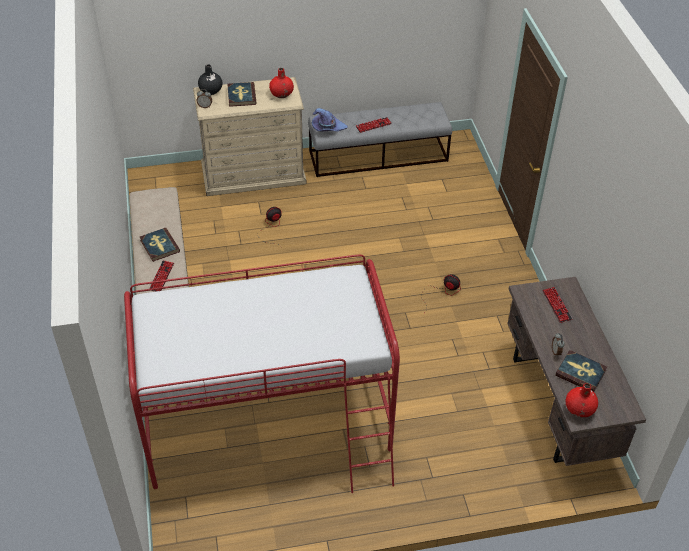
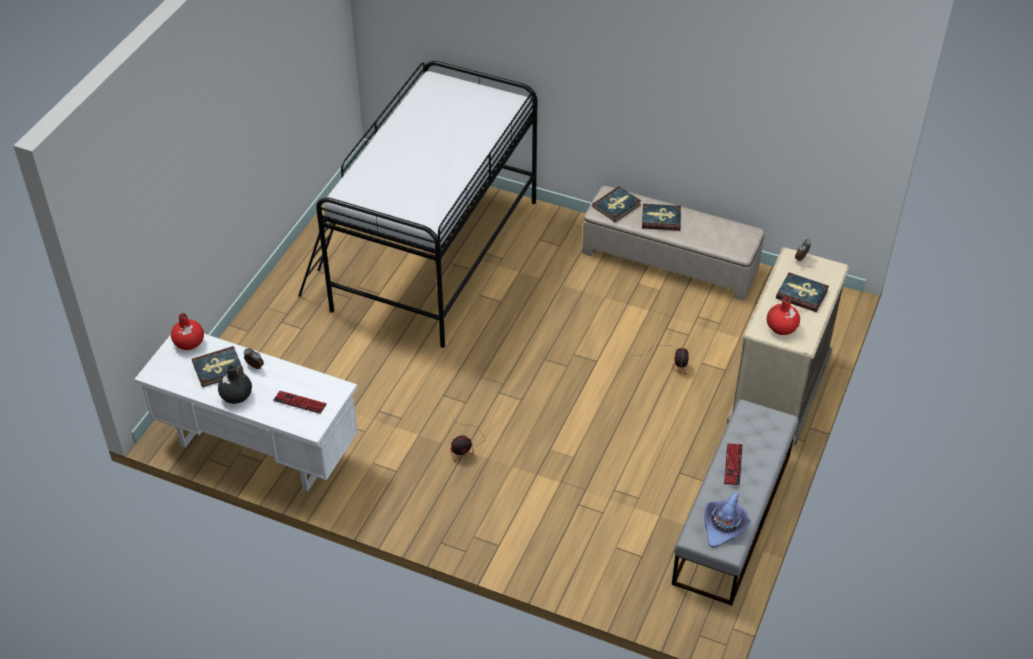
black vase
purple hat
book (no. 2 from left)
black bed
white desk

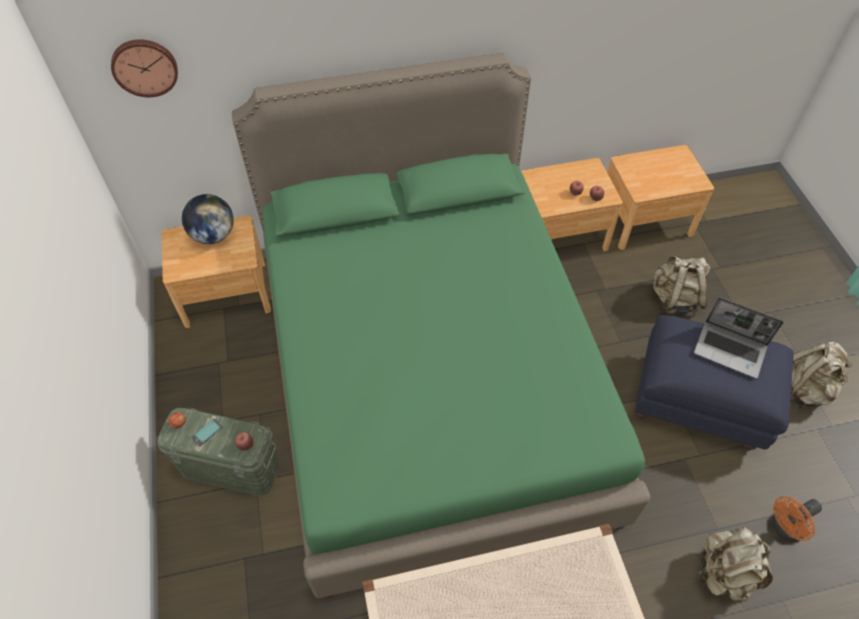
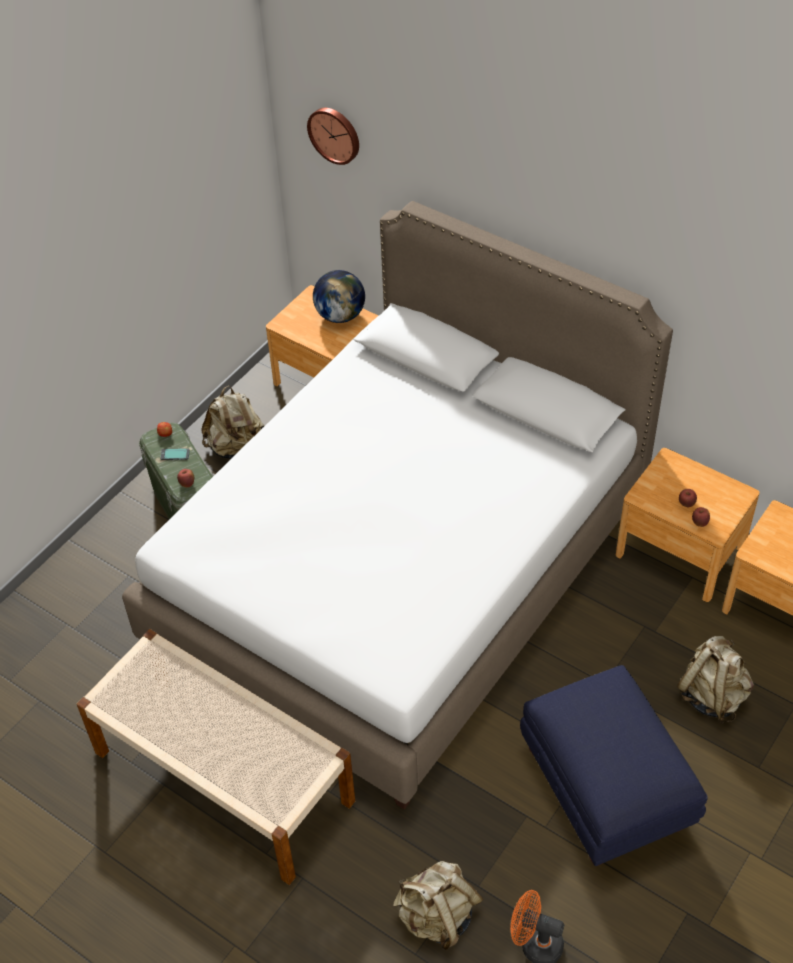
laptop
beige backpack (no. 1 from left)
white bed

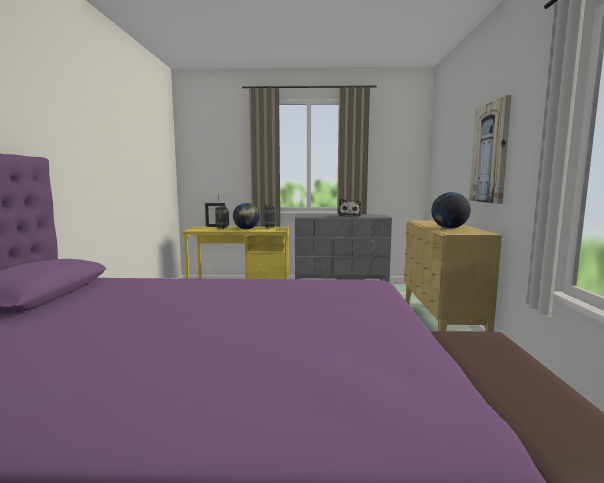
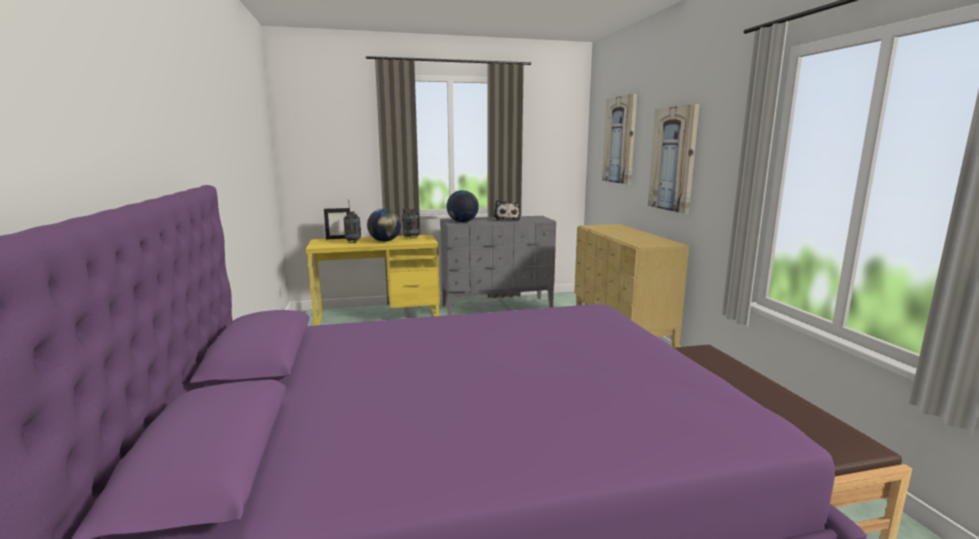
picture (no. 1 from left)
globe (no. 2 from left)

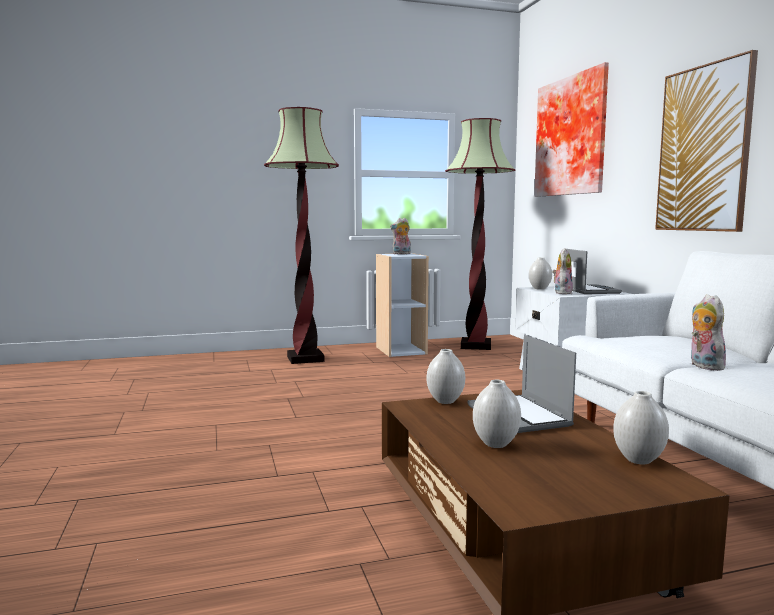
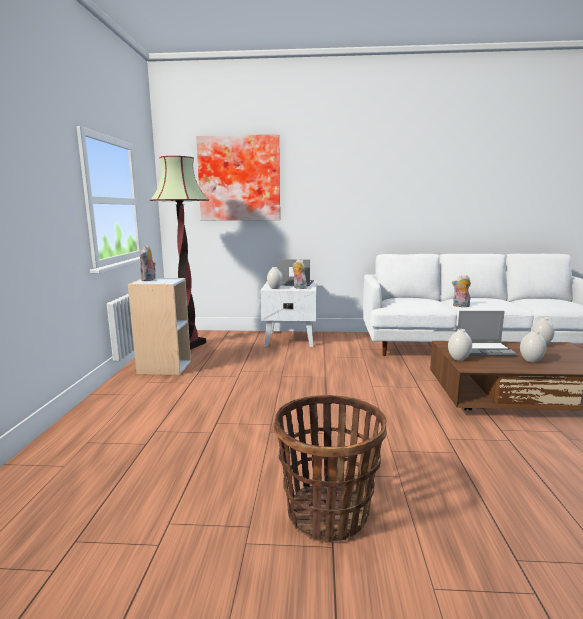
floor lamp (no. 1 from left in the first image)
picture (no. 2 from left in the first image)
basket

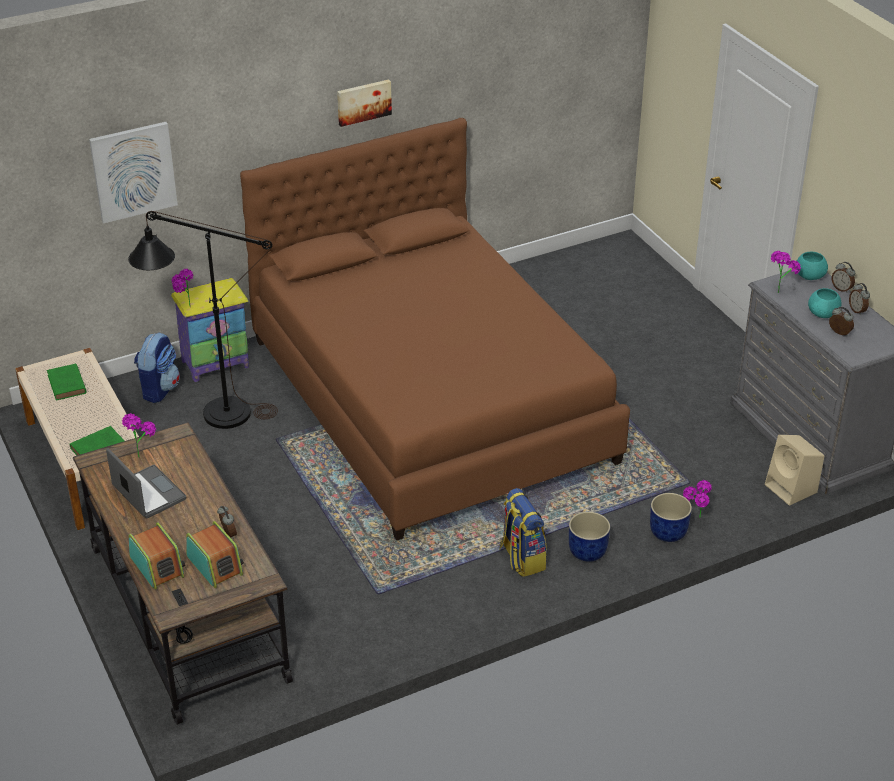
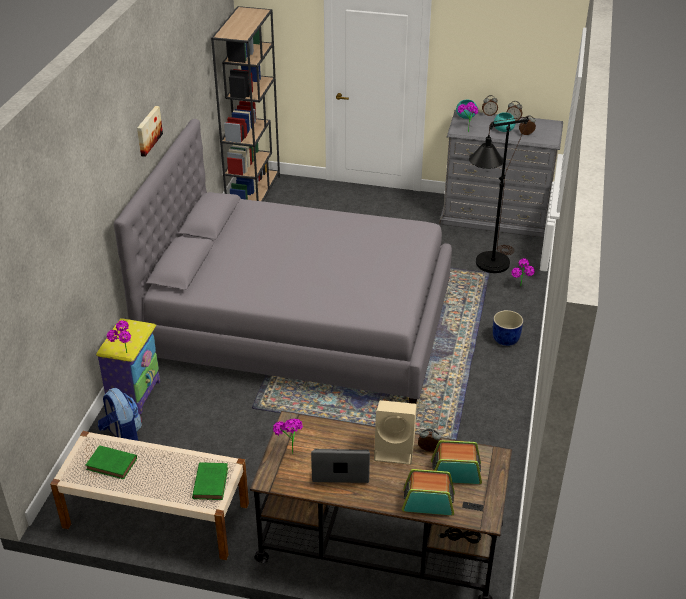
picture (no. 1 from left in the first image)
backpack (no. 2 from left in the first image)
blue planter (no. 2 from left in the first image)
bookcase
black floor lamp
beige speaker
grey bed

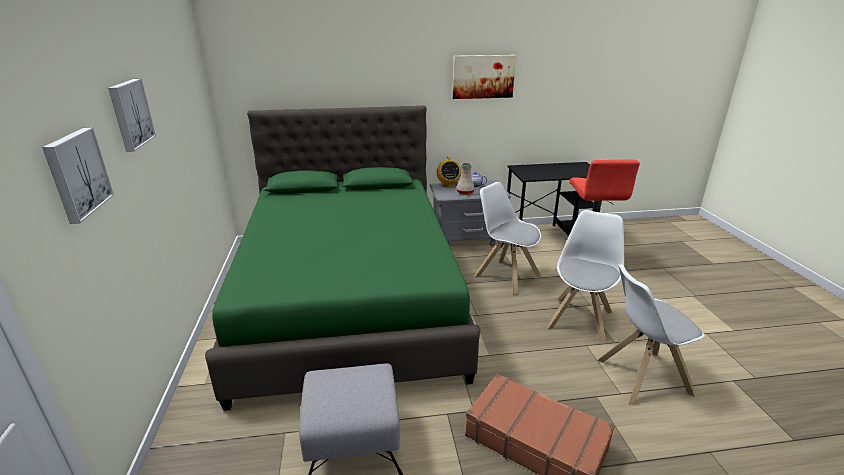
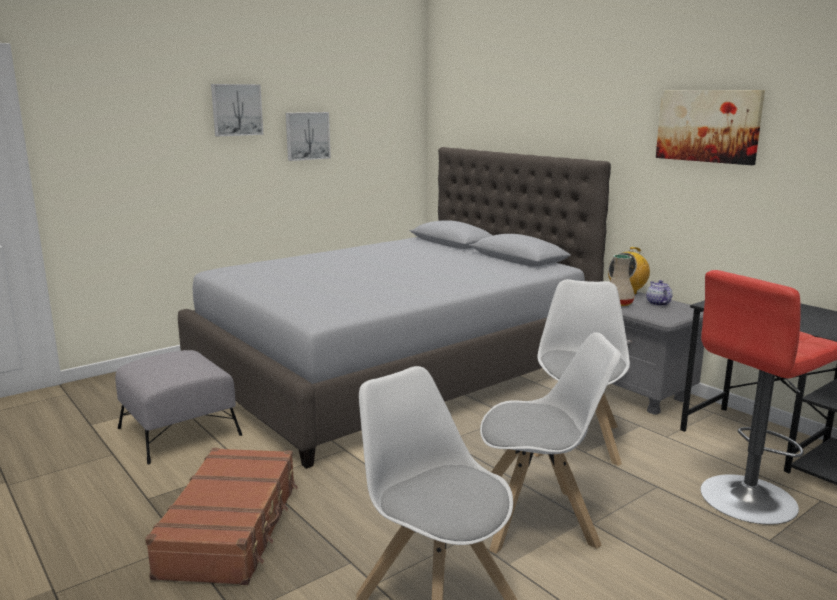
picture (no. 2 from left)
grey bed

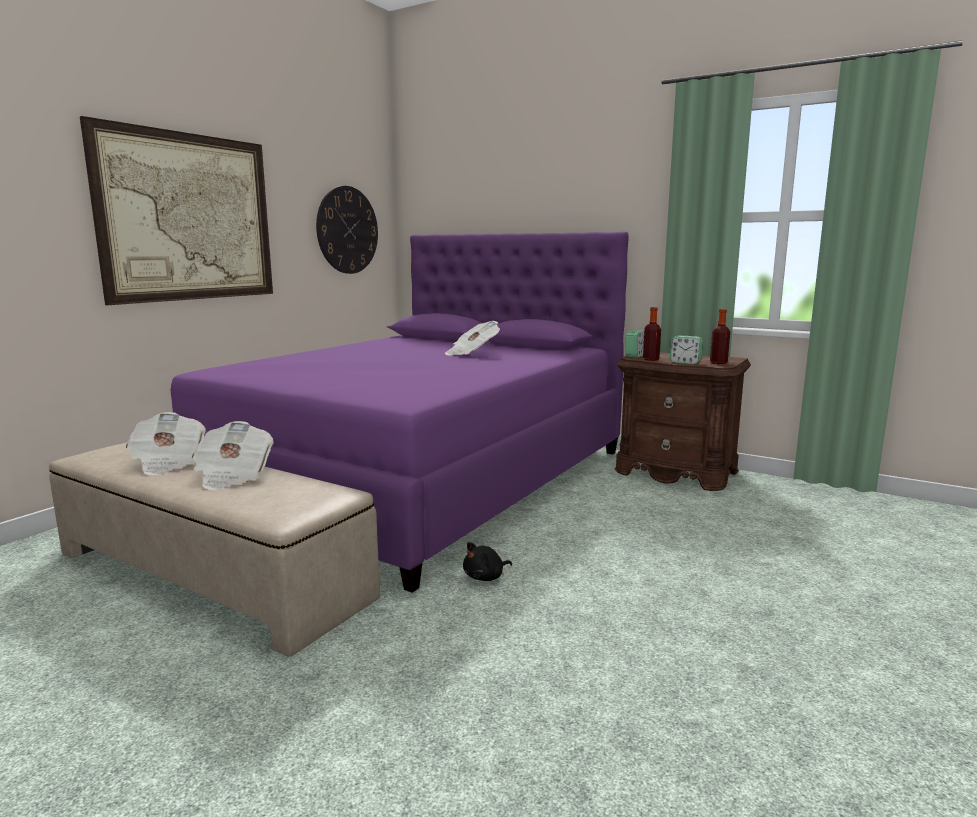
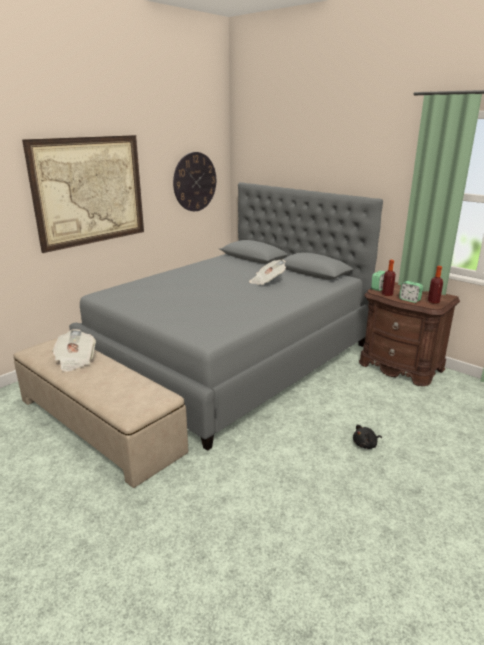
newspaper (no. 2 from left in the first image)
black plush toy
grey bed

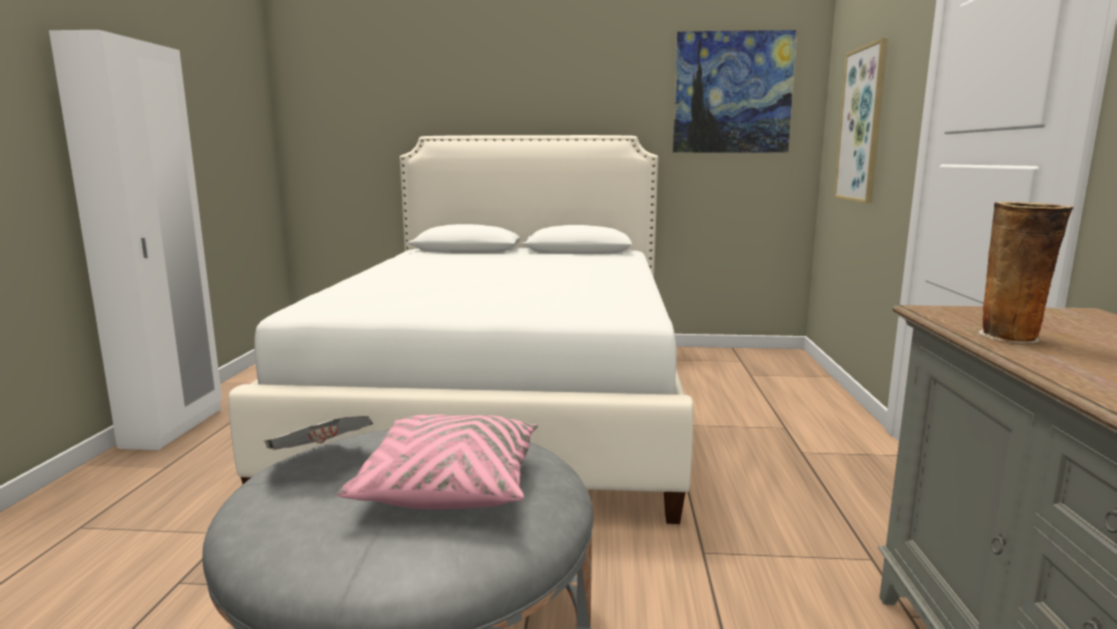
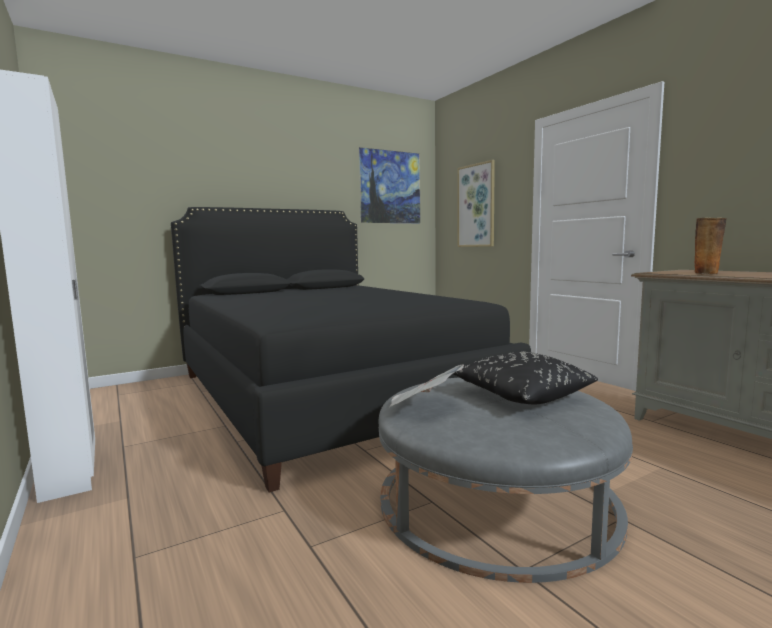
black bed
black pillow

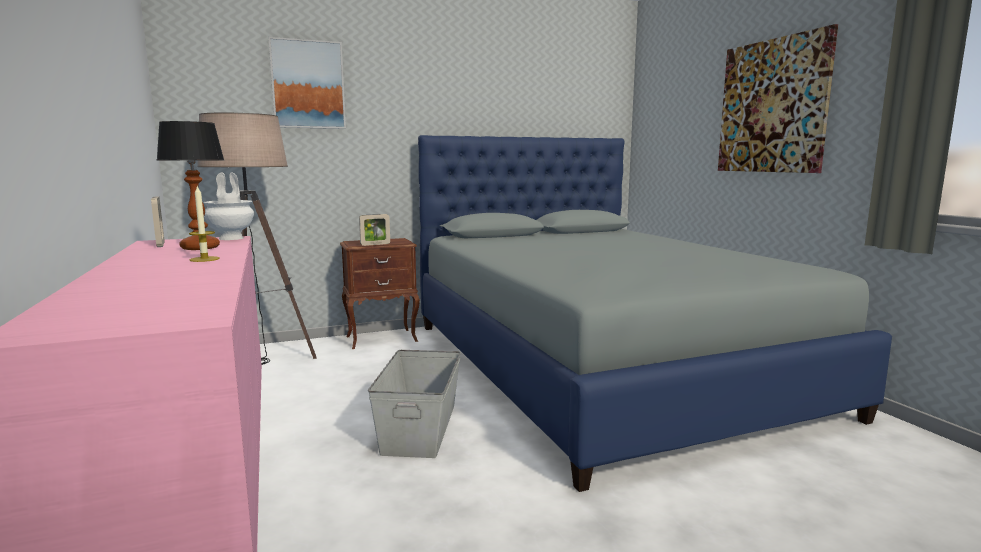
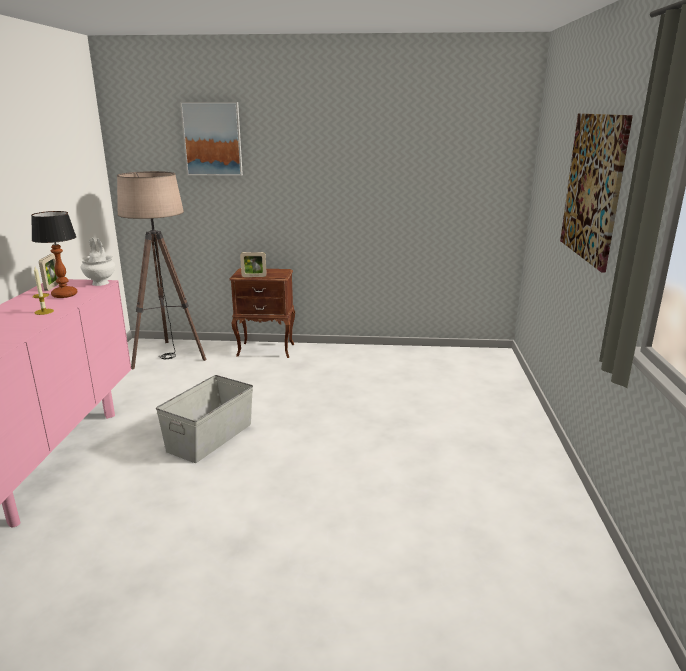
grey bed

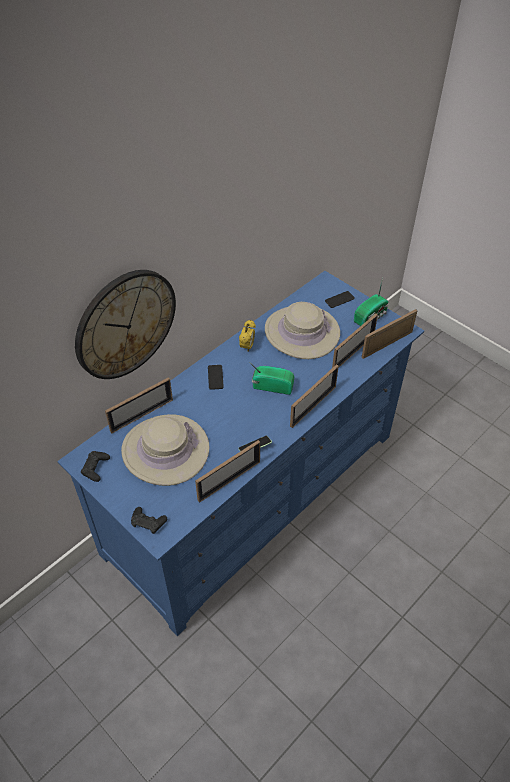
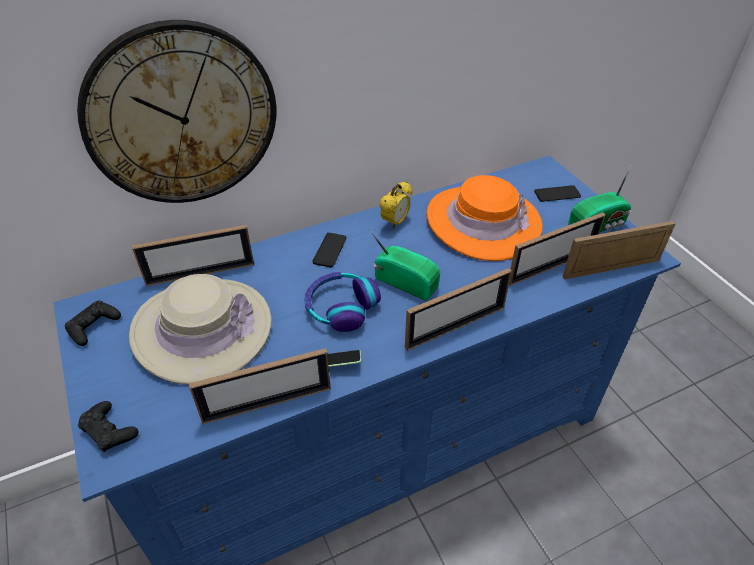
headphones
orange hat

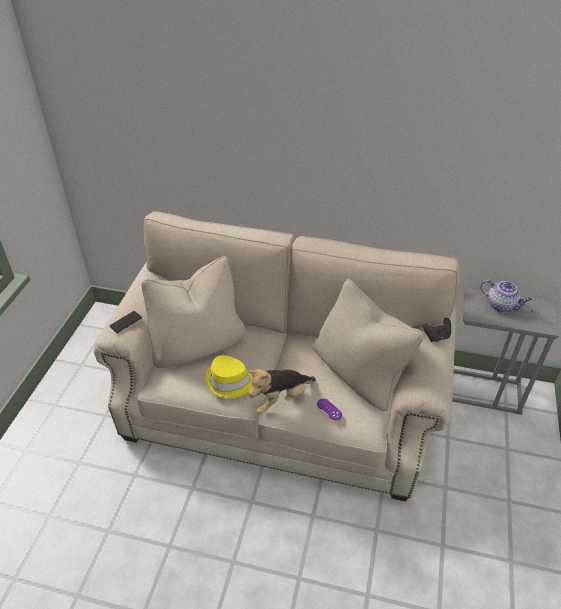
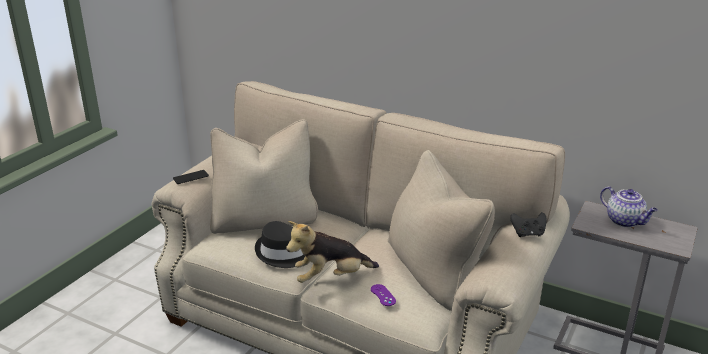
black hat

